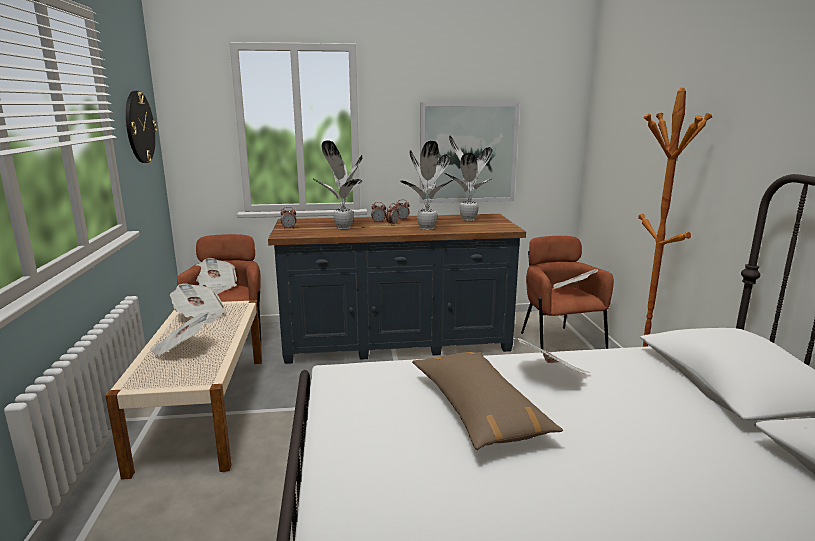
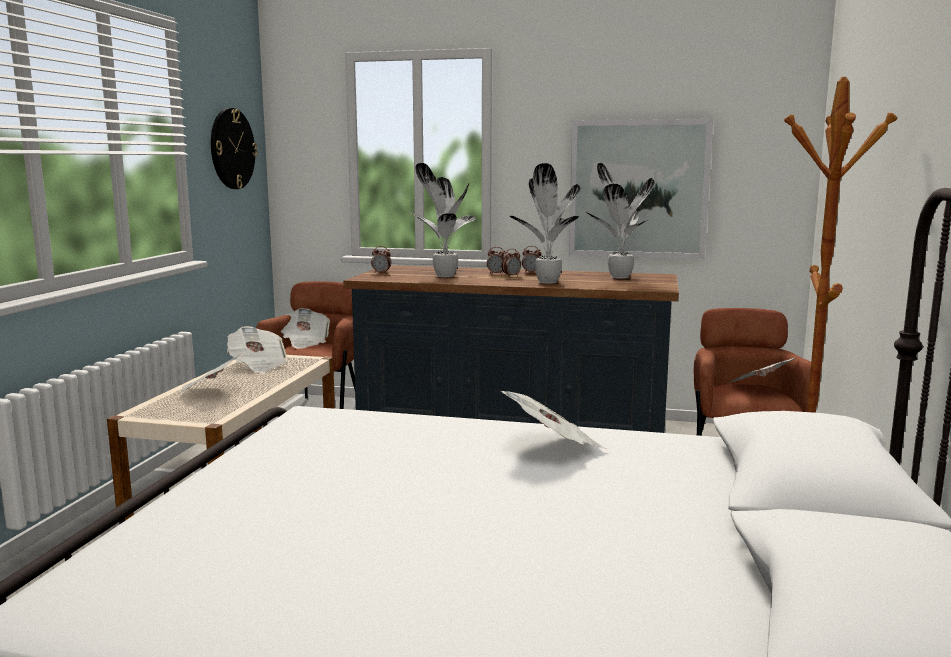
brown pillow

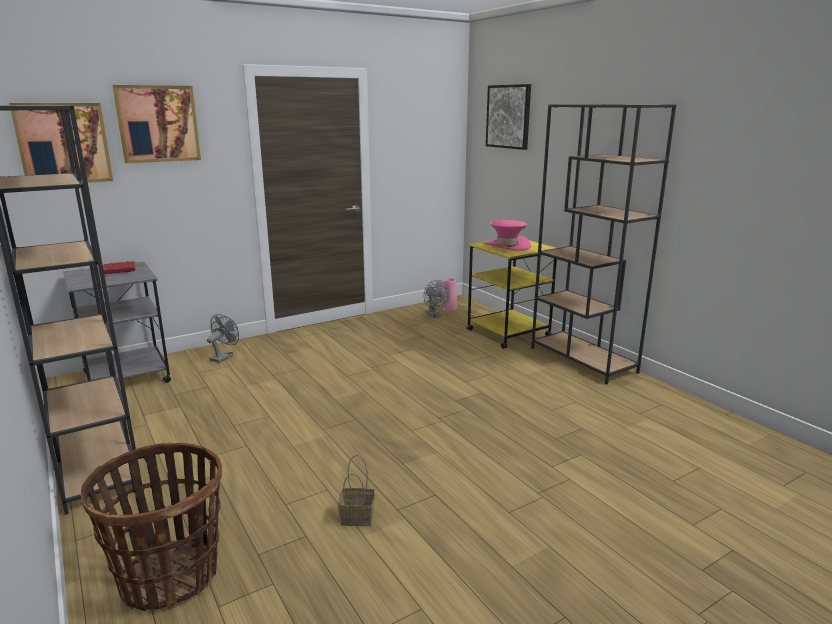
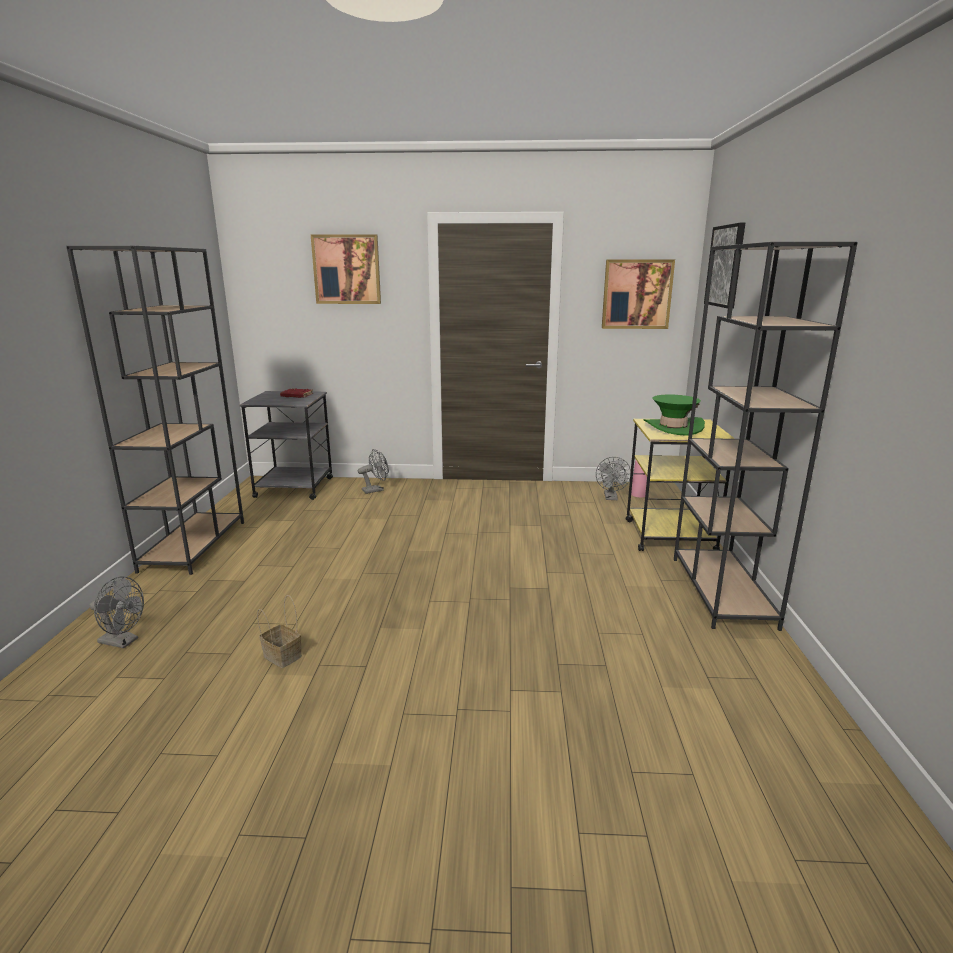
picture (no. 2 from left)
grey fan (no. 1 from left)
green hat

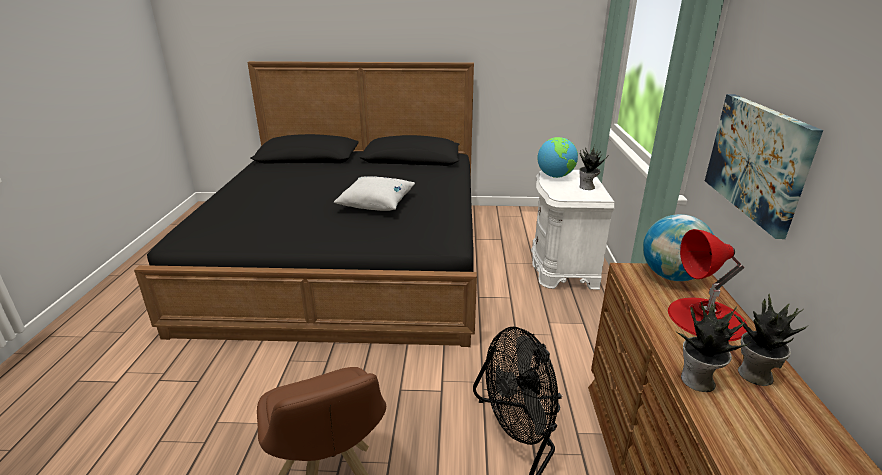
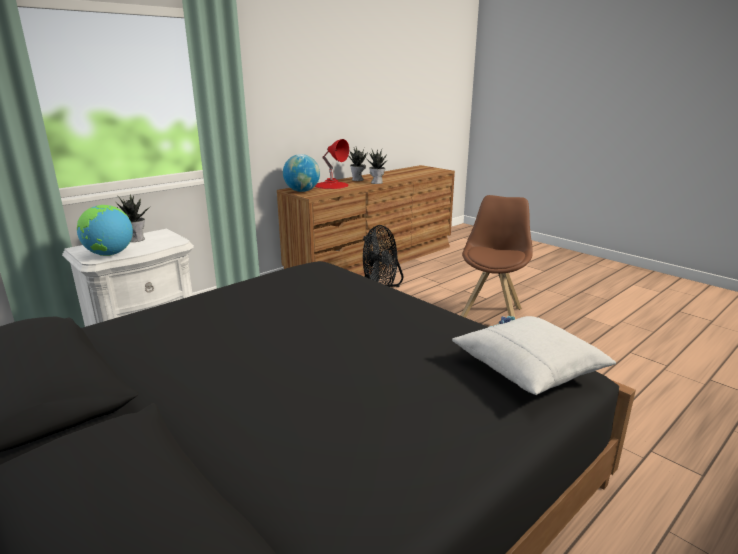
picture
grey pillow

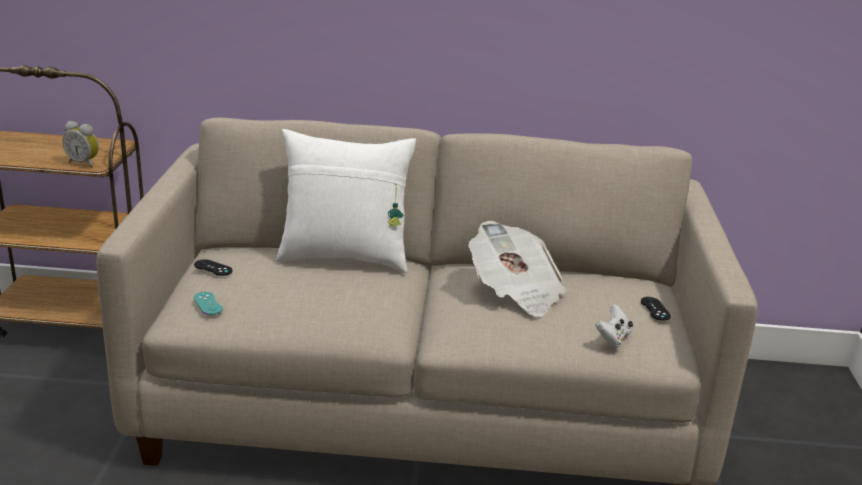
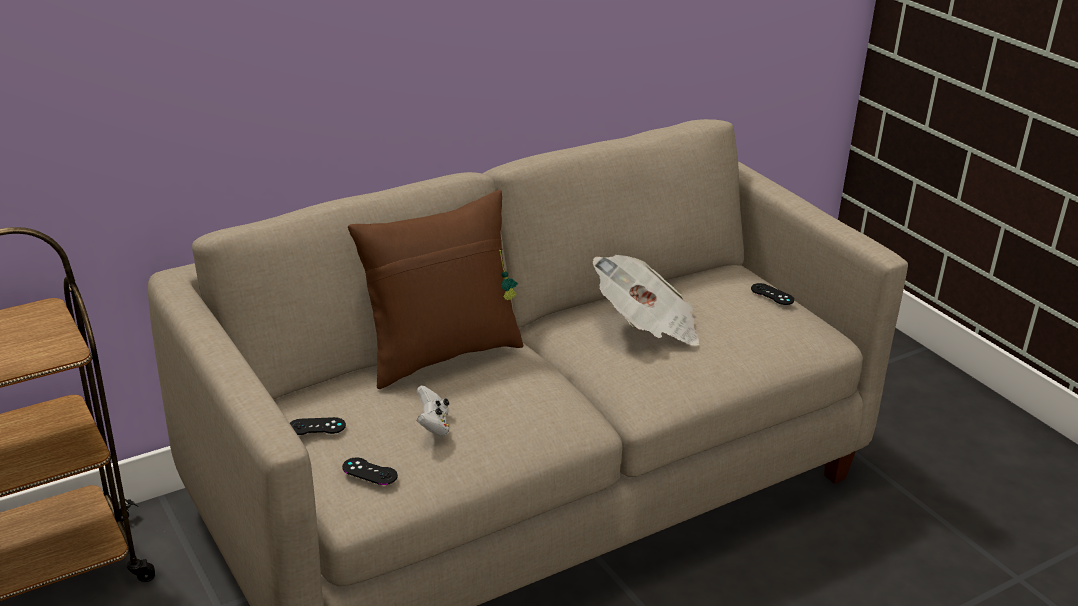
alarm clock
white game controller
black game controller (no. 2 from left)
brown pillow

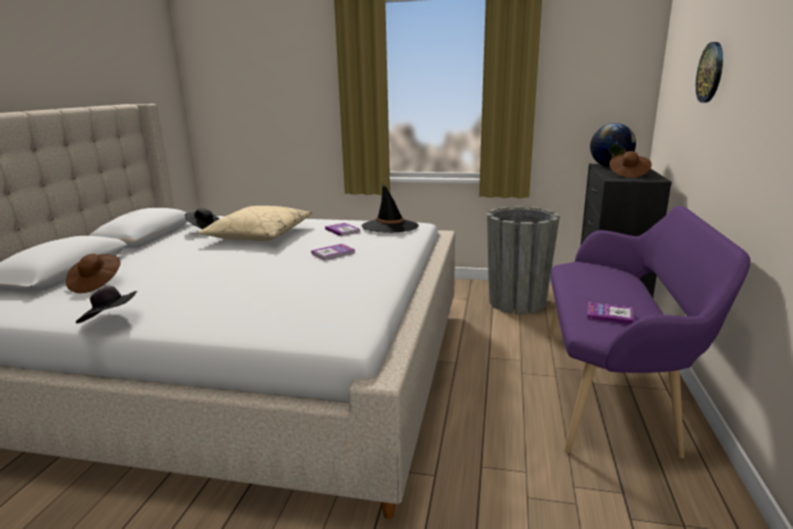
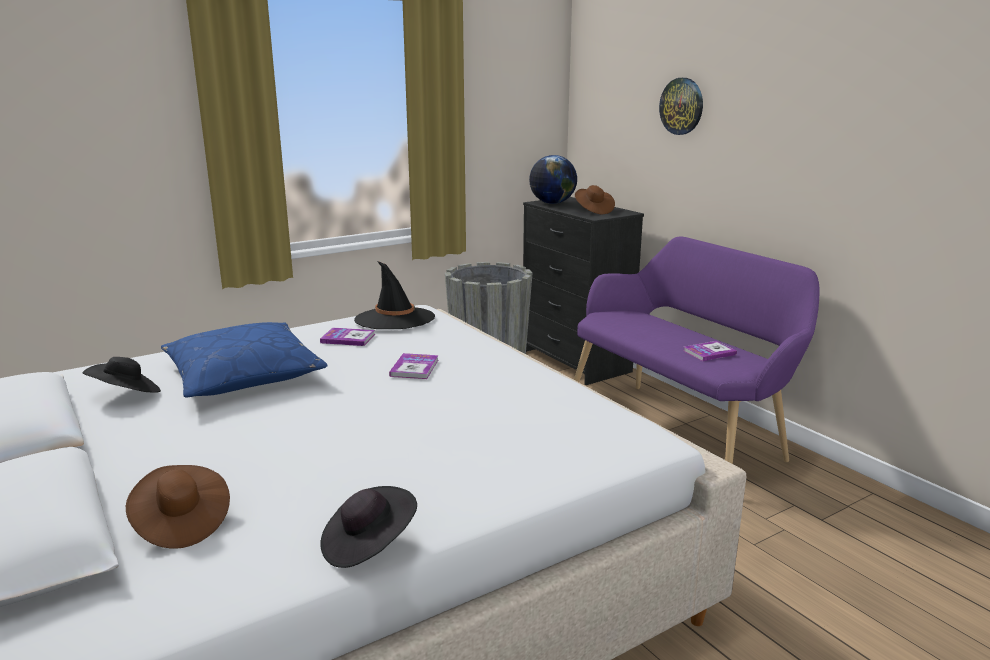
blue pillow

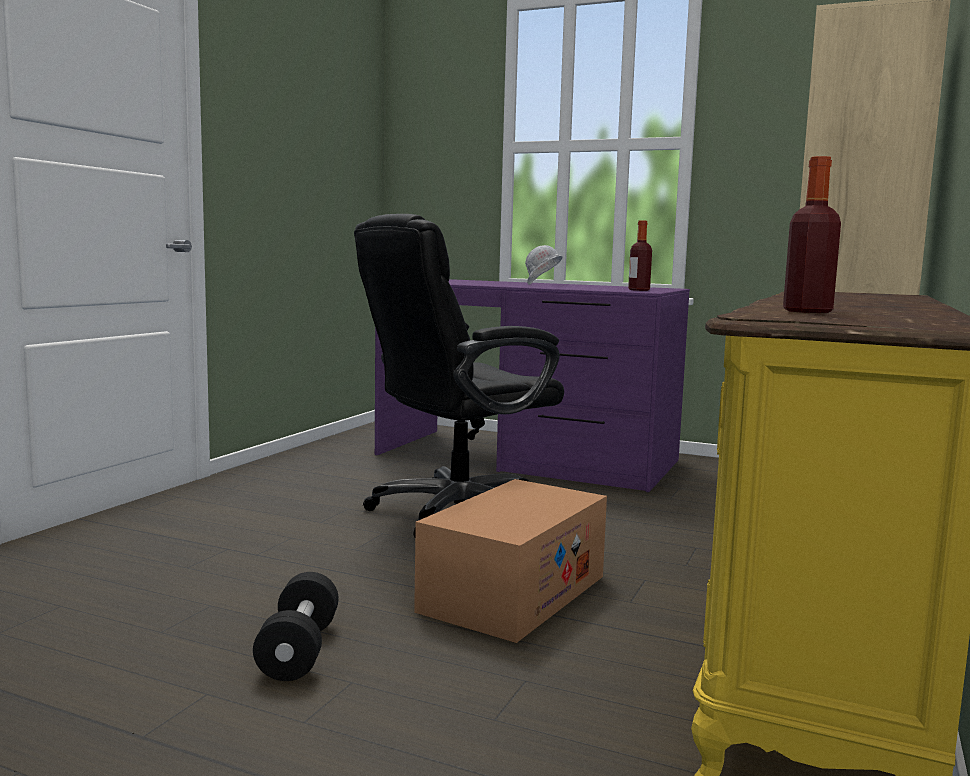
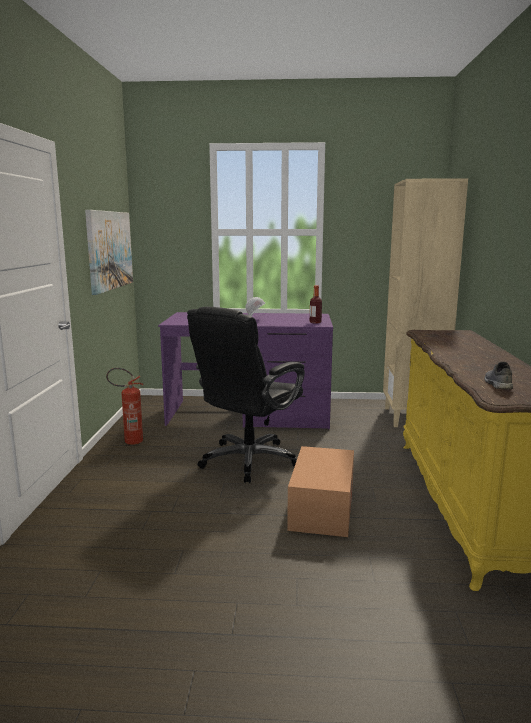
black dumbbell
picture
fire extinguisher
grey shoe

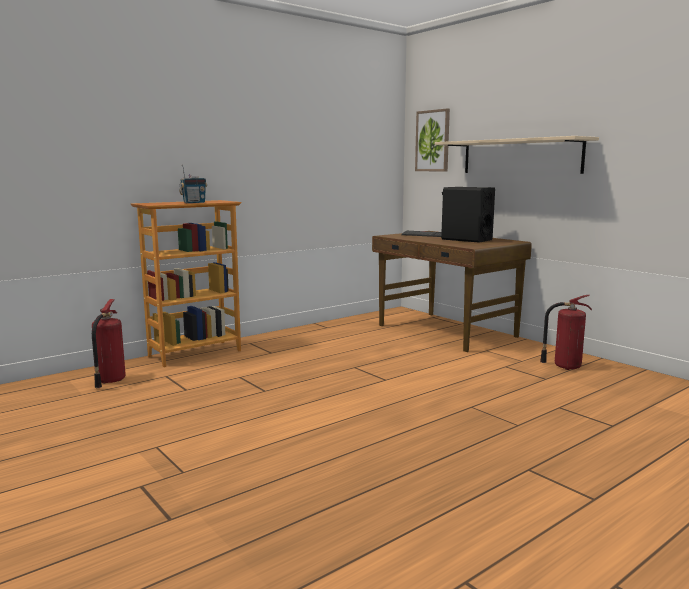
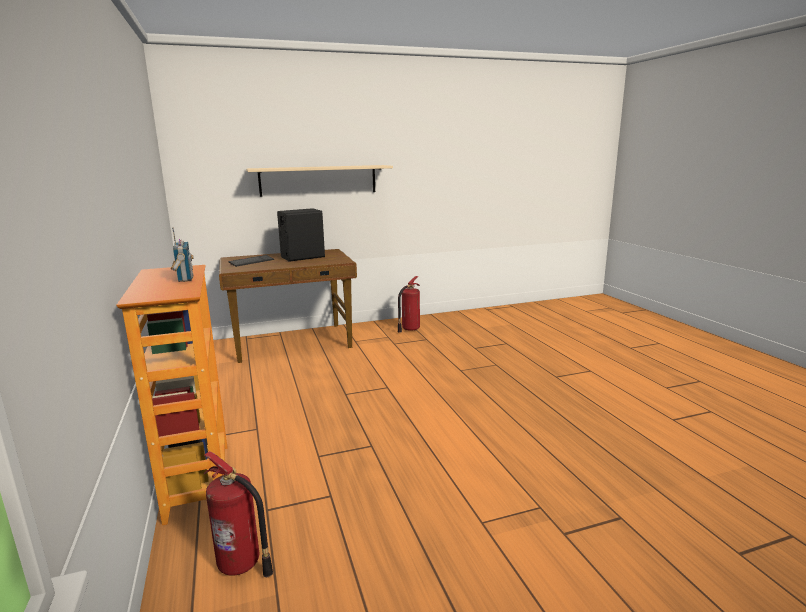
picture

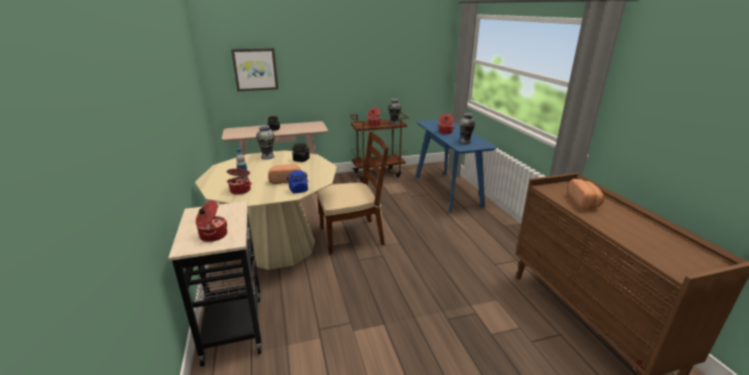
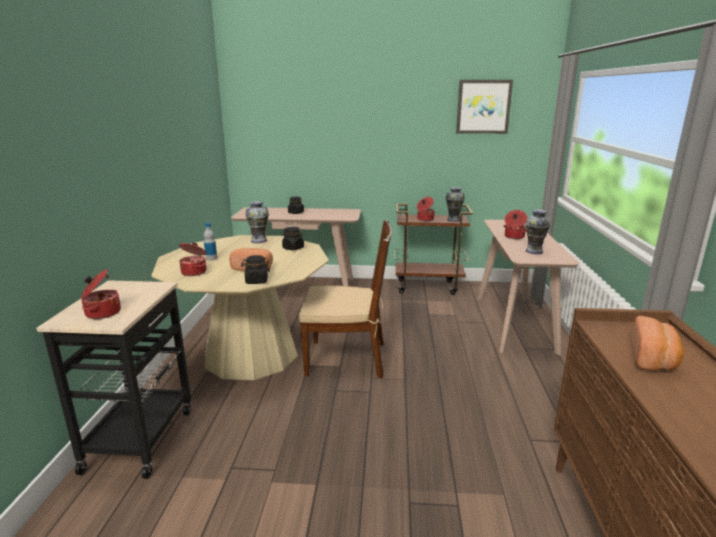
picture
black jar (no. 1 from left)
beige console table (no. 2 from left)

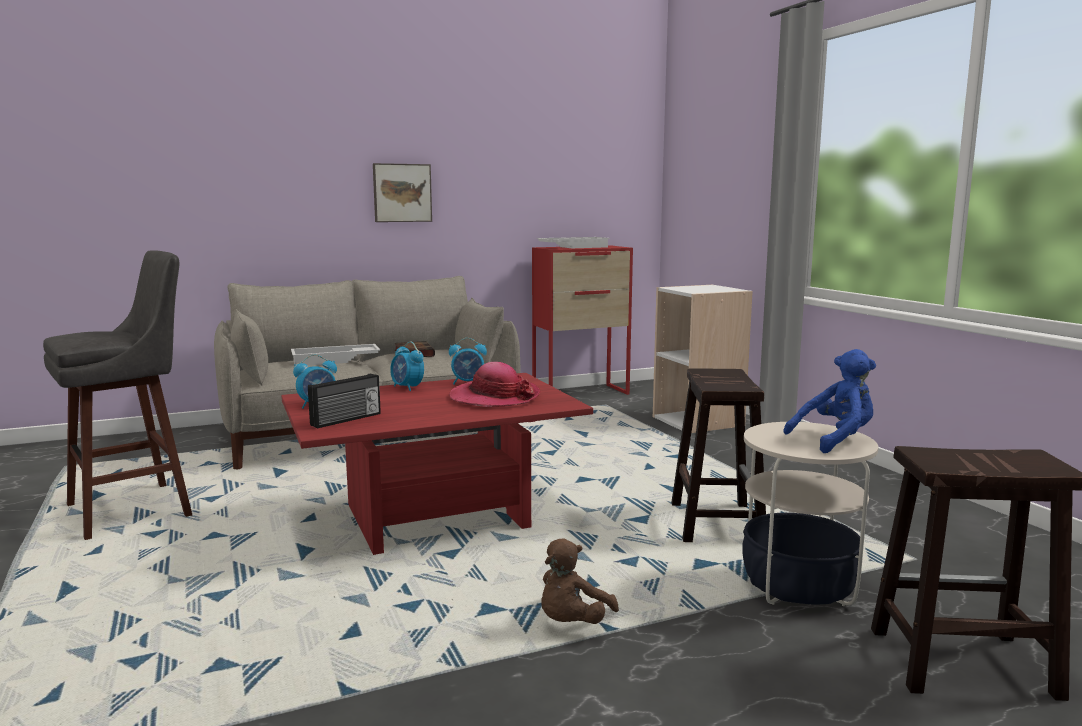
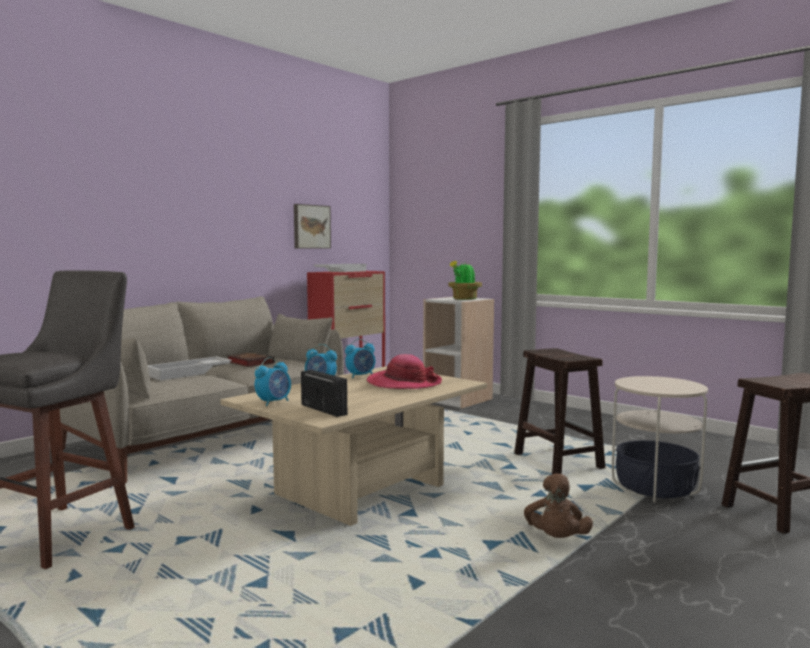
blue plush toy
potted plant
picture
beige coffee table
radio

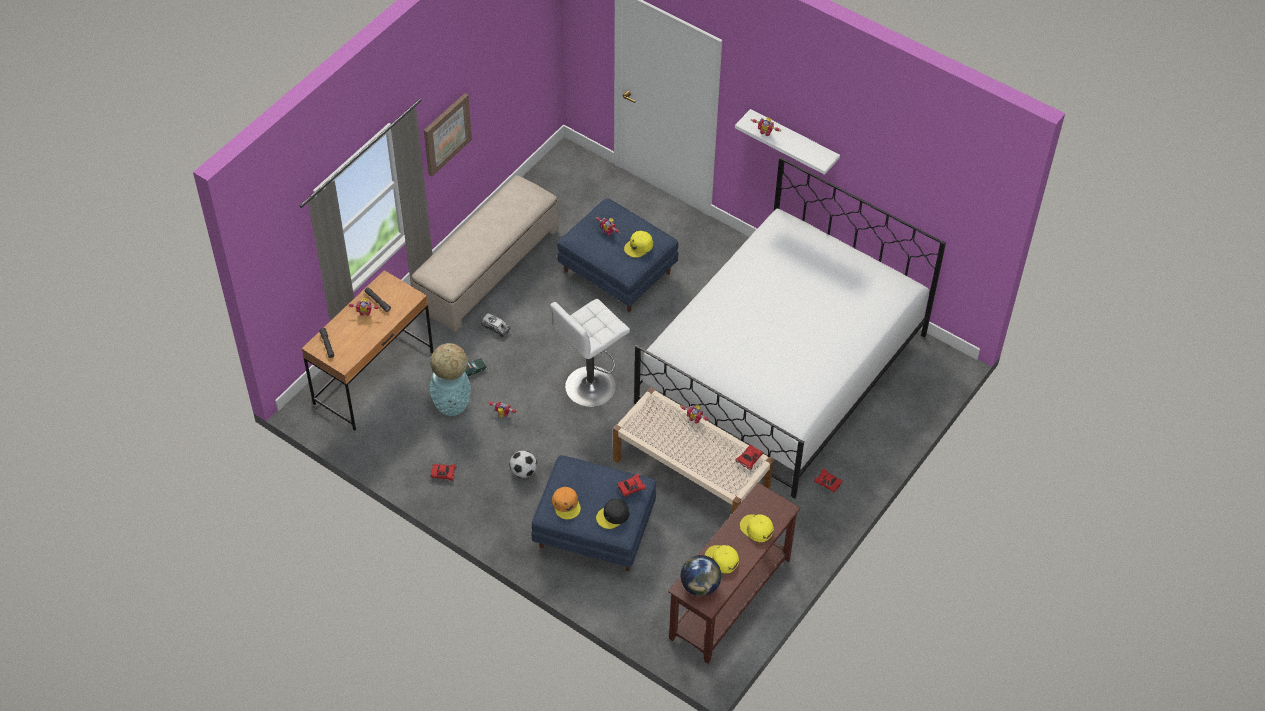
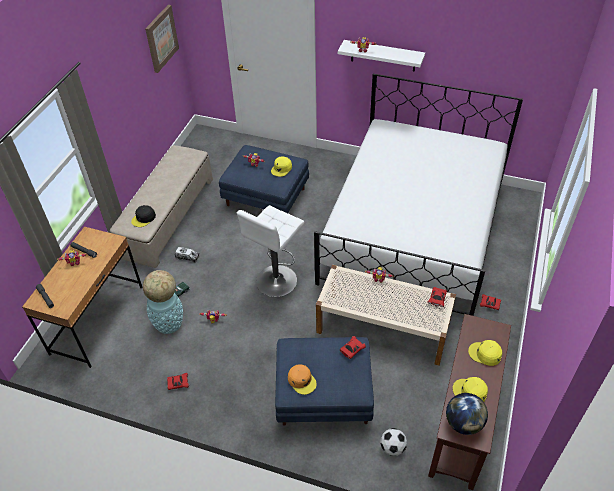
picture
football
black cap

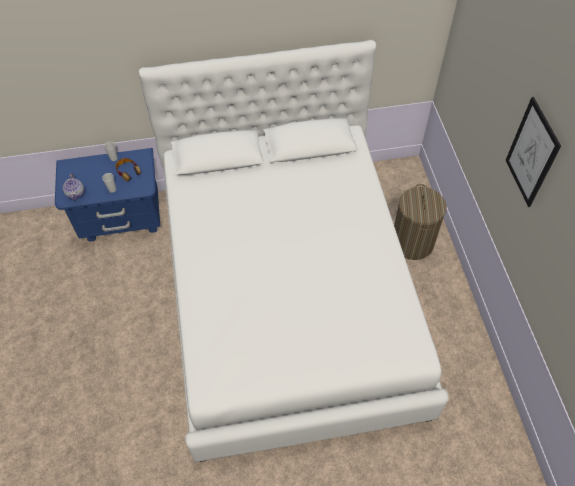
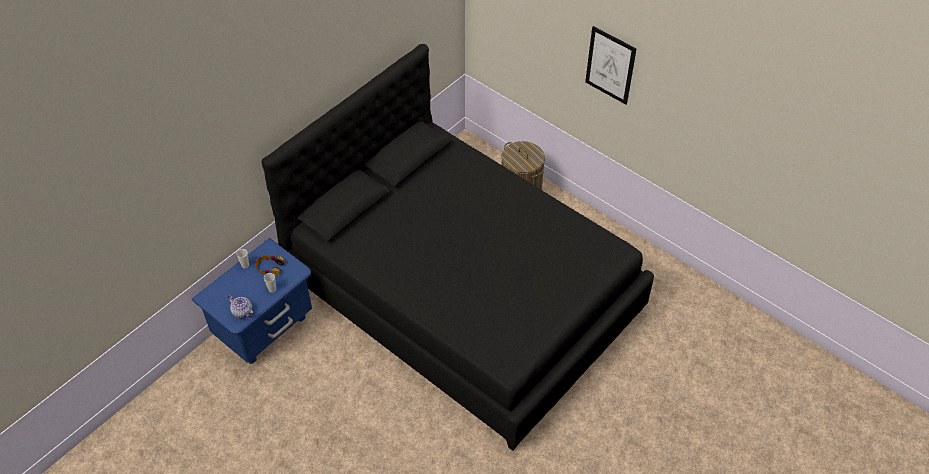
black bed

